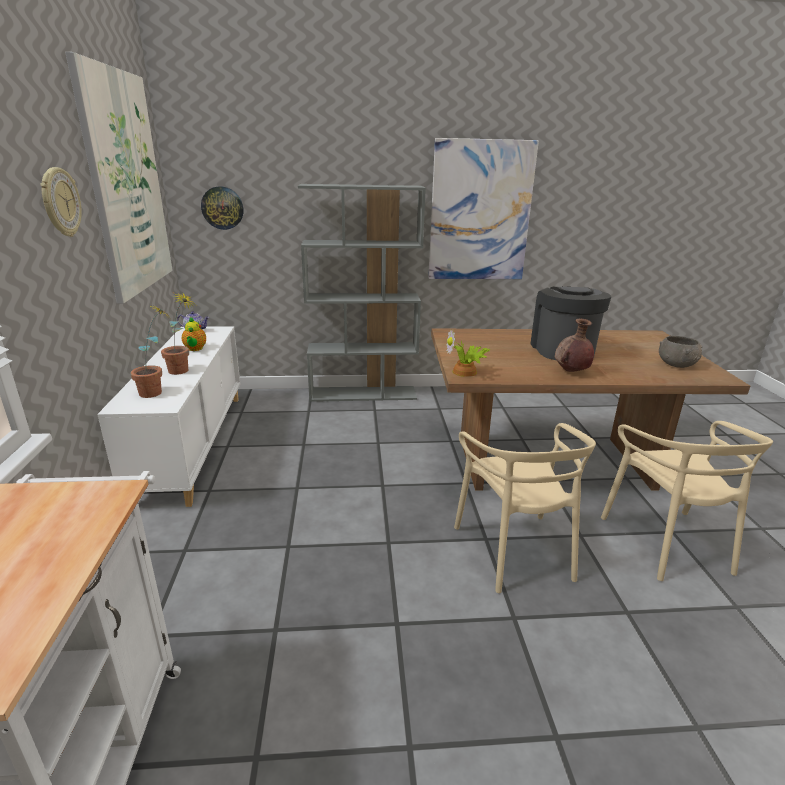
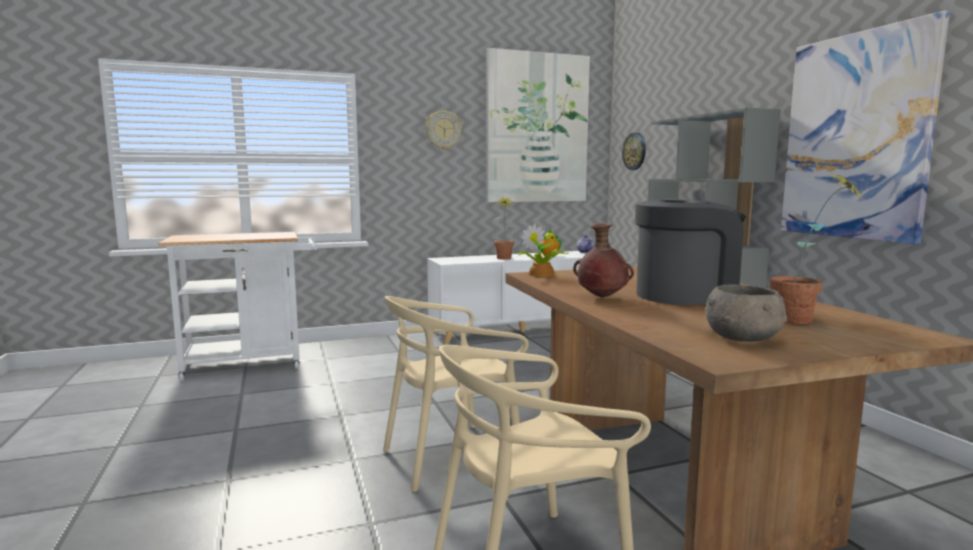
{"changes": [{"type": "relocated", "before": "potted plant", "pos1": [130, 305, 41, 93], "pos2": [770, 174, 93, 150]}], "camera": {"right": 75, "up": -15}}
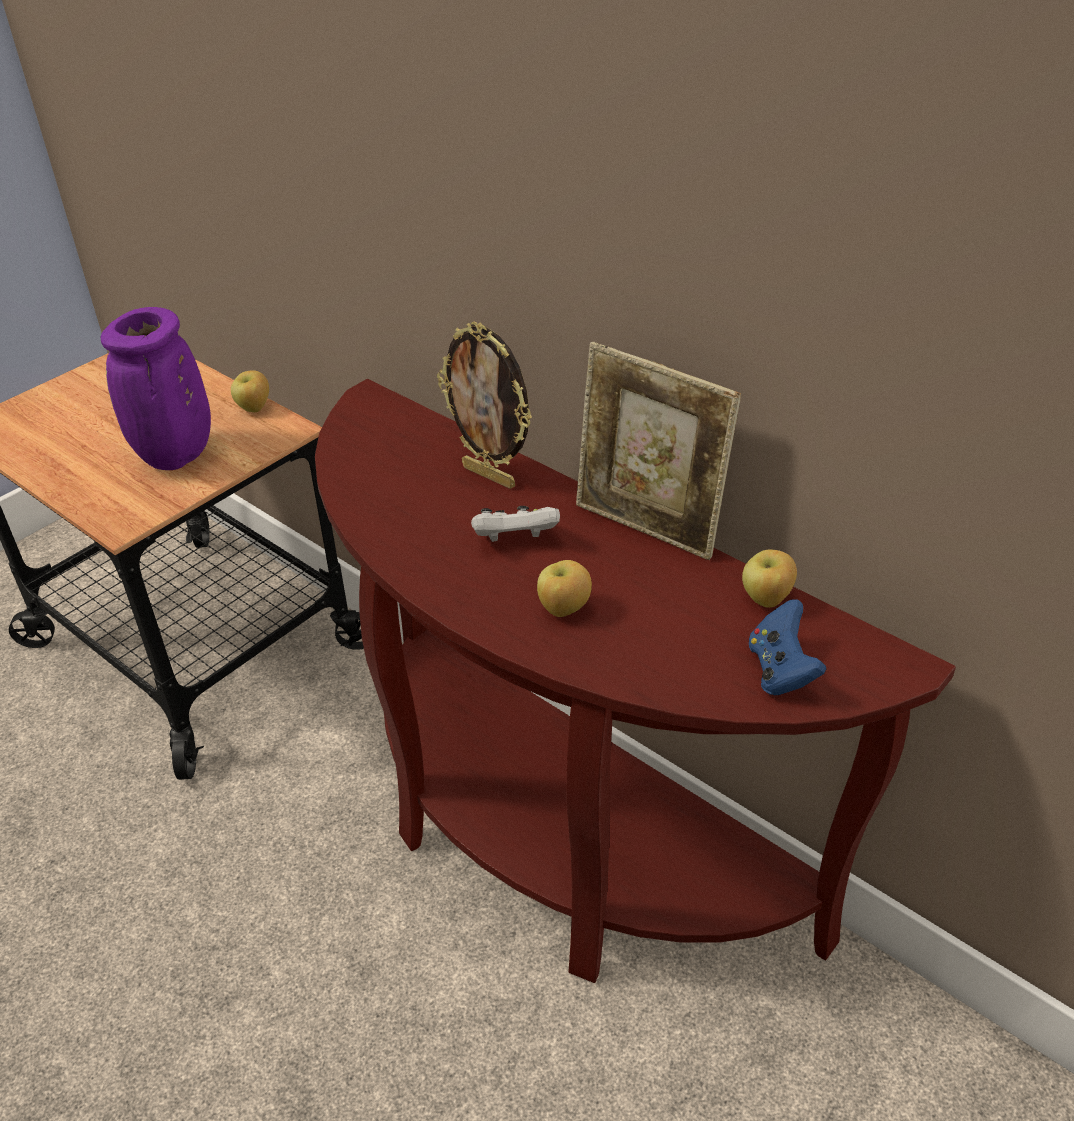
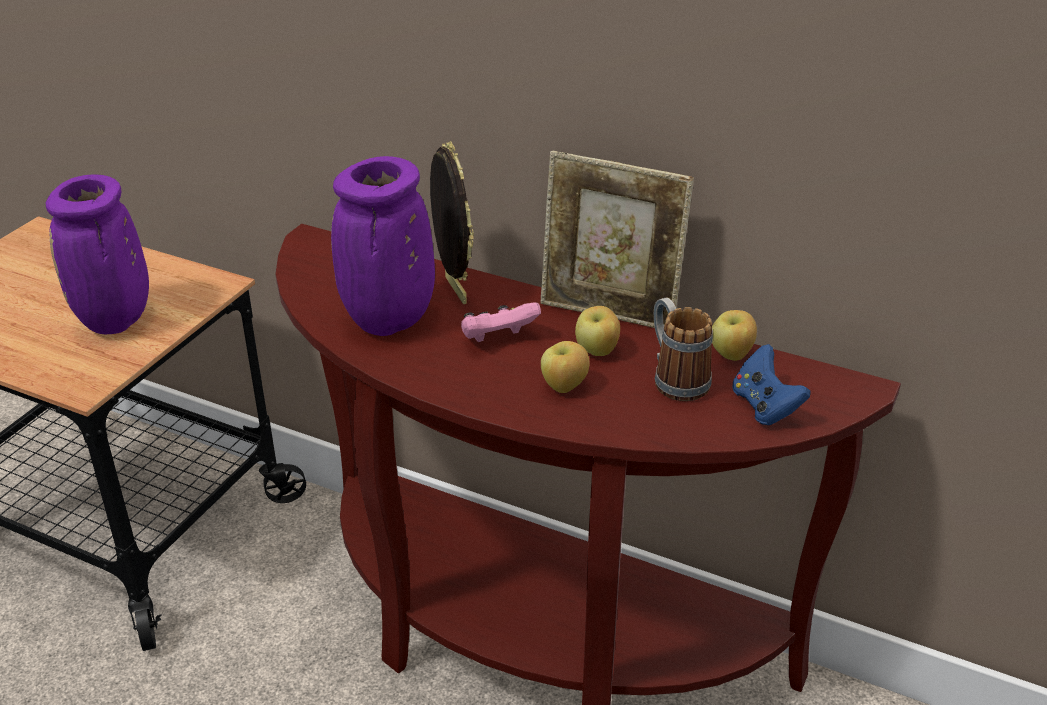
{"changes": [{"type": "appeared", "after": "purple vase", "pos2": [331, 156, 104, 180]}, {"type": "spun", "before": "picture frame", "pos1": [437, 322, 95, 167], "pos2": [430, 141, 44, 163], "turn": -135}, {"type": "colour", "before": "white game controller", "after": "pink game controller", "pos1": [471, 506, 89, 36], "pos2": [461, 302, 80, 40]}, {"type": "relocated", "before": "apple", "pos1": [231, 370, 38, 42], "pos2": [575, 306, 45, 50]}, {"type": "appeared", "after": "mug", "pos2": [654, 298, 59, 103]}], "camera": {"right": -15, "up": -5}}
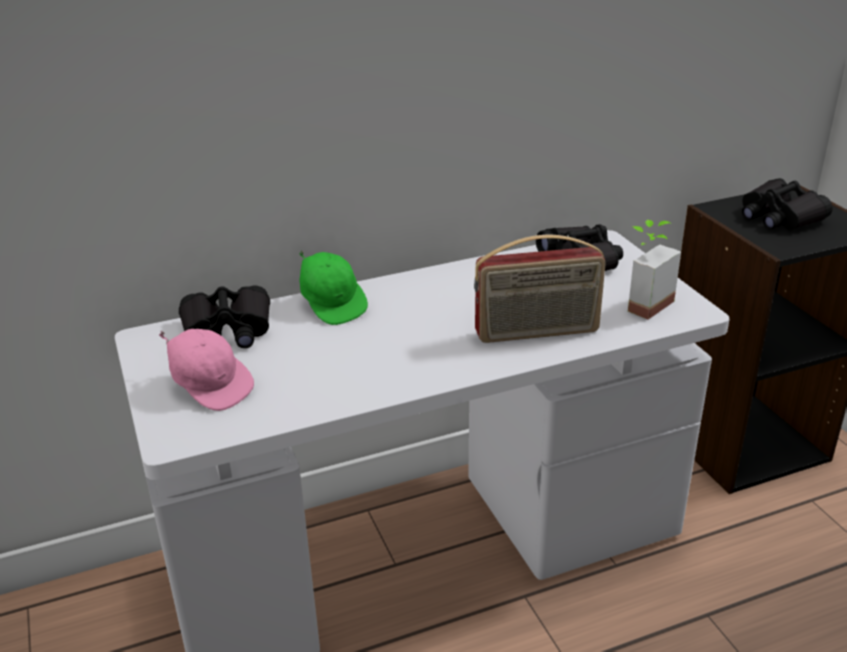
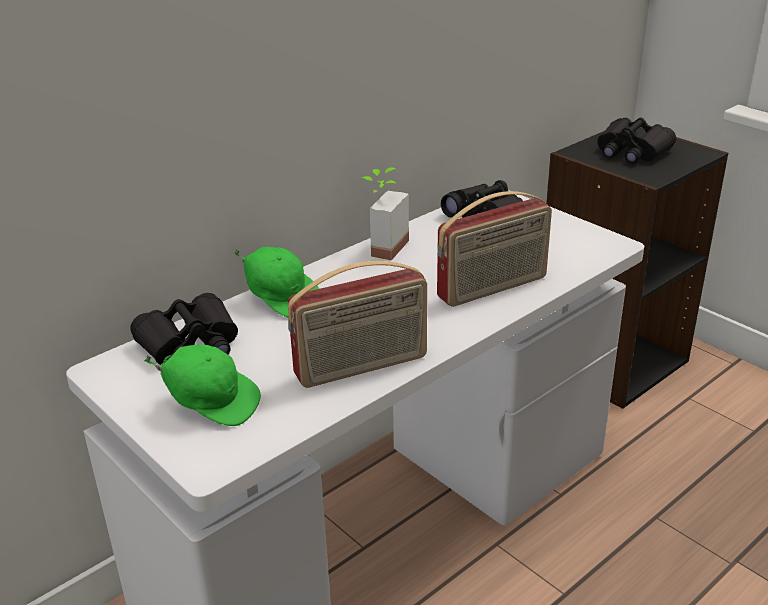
{"changes": [{"type": "colour", "before": "pink cap", "after": "green cap", "pos1": [159, 329, 95, 82], "pos2": [144, 344, 117, 82]}, {"type": "appeared", "after": "radio", "pos2": [287, 261, 140, 127]}, {"type": "relocated", "before": "potted plant", "pos1": [628, 220, 53, 100], "pos2": [361, 167, 48, 93]}], "camera": {"right": -20, "up": 0}}
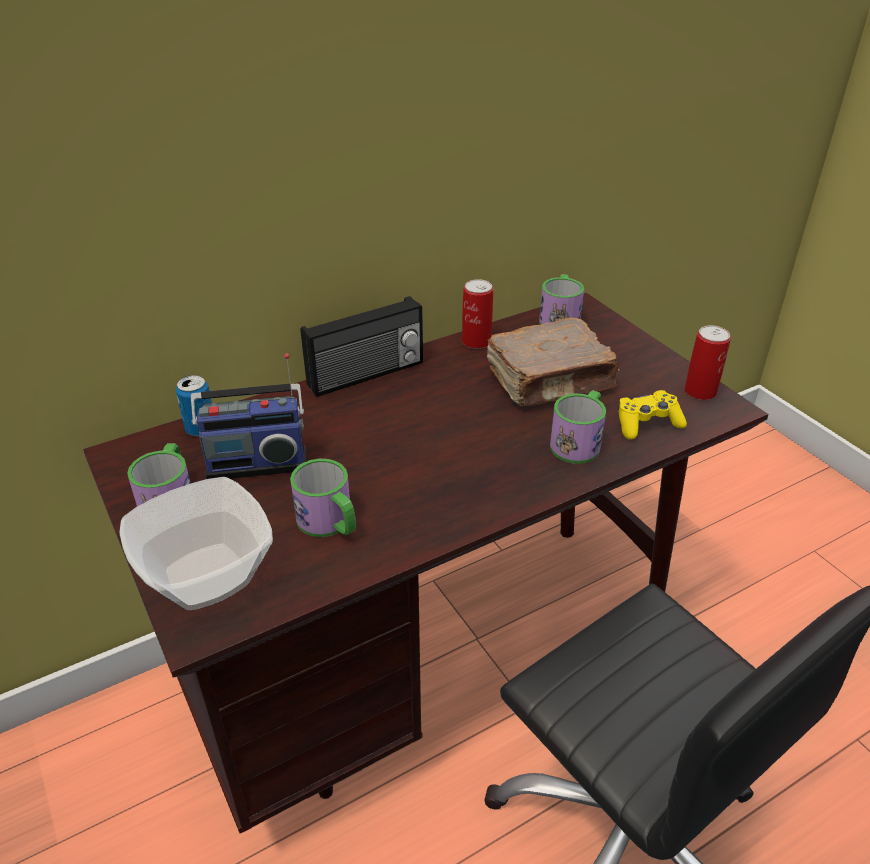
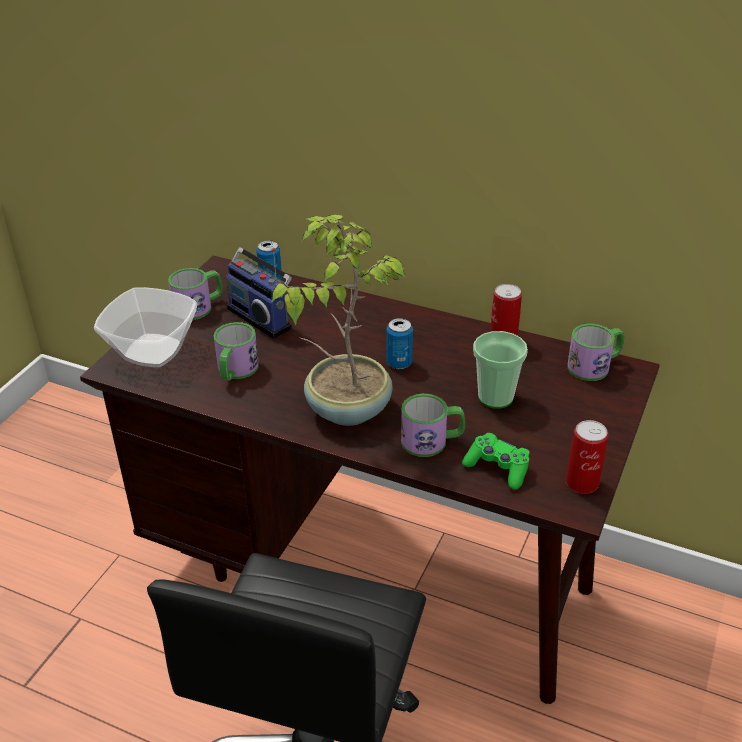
{"changes": [{"type": "appeared", "after": "potted plant", "pos2": [271, 215, 135, 211]}, {"type": "appeared", "after": "can", "pos2": [387, 318, 26, 51]}, {"type": "colour", "before": "yellow game controller", "after": "green game controller", "pos1": [618, 390, 69, 50], "pos2": [462, 433, 68, 57]}, {"type": "exchanged", "before": "brown book", "after": "cup", "pos1": [487, 317, 133, 89], "pos2": [473, 331, 55, 78]}, {"type": "missing", "before": "radio", "pos1": [301, 296, 122, 101]}], "camera": {"right": 55, "up": 0}}
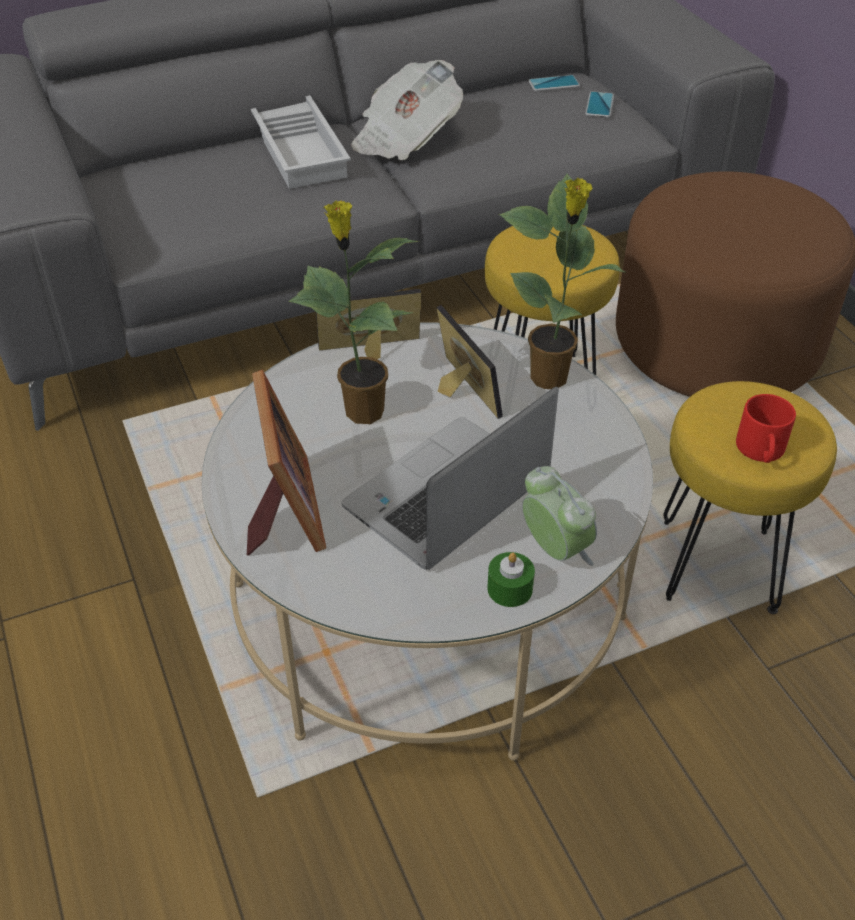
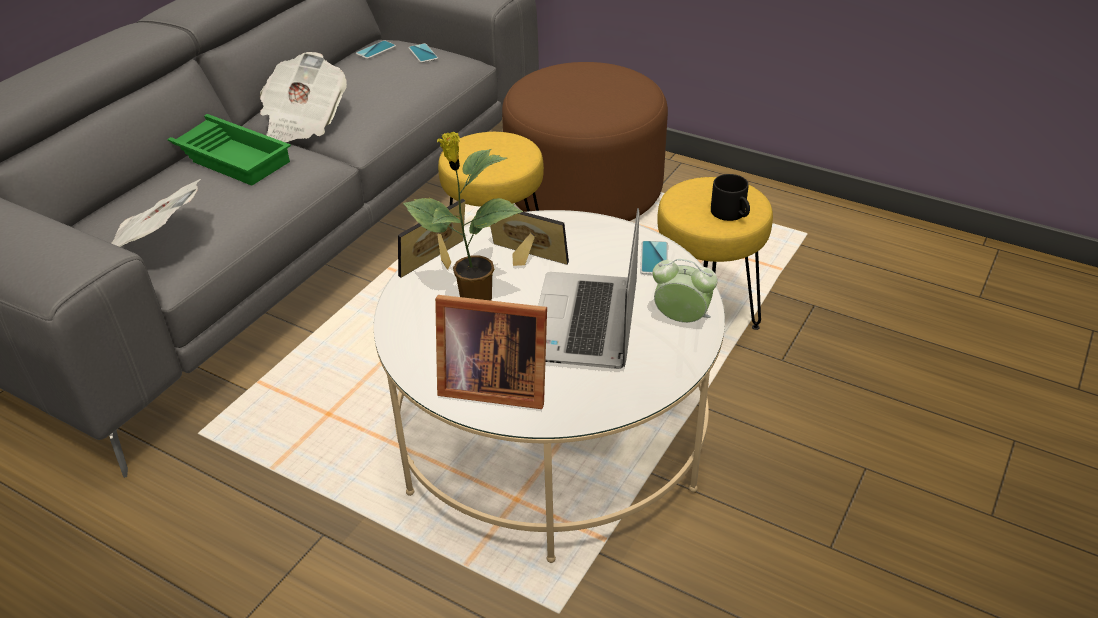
{"changes": [{"type": "appeared", "after": "newspaper", "pos2": [111, 179, 90, 68]}, {"type": "colour", "before": "white tray", "after": "green tray", "pos1": [251, 95, 100, 94], "pos2": [167, 114, 124, 72]}, {"type": "spun", "before": "picture frame", "pos1": [247, 370, 79, 186], "pos2": [435, 295, 112, 114], "turn": 150}, {"type": "appeared", "after": "phone", "pos2": [640, 241, 28, 34]}, {"type": "colour", "before": "red mug", "after": "black mug", "pos1": [736, 394, 60, 69], "pos2": [711, 174, 39, 47]}, {"type": "missing", "before": "green candle", "pos1": [487, 552, 48, 55]}, {"type": "missing", "before": "potted plant", "pos1": [499, 174, 128, 215]}], "camera": {"right": -35, "up": -5}}
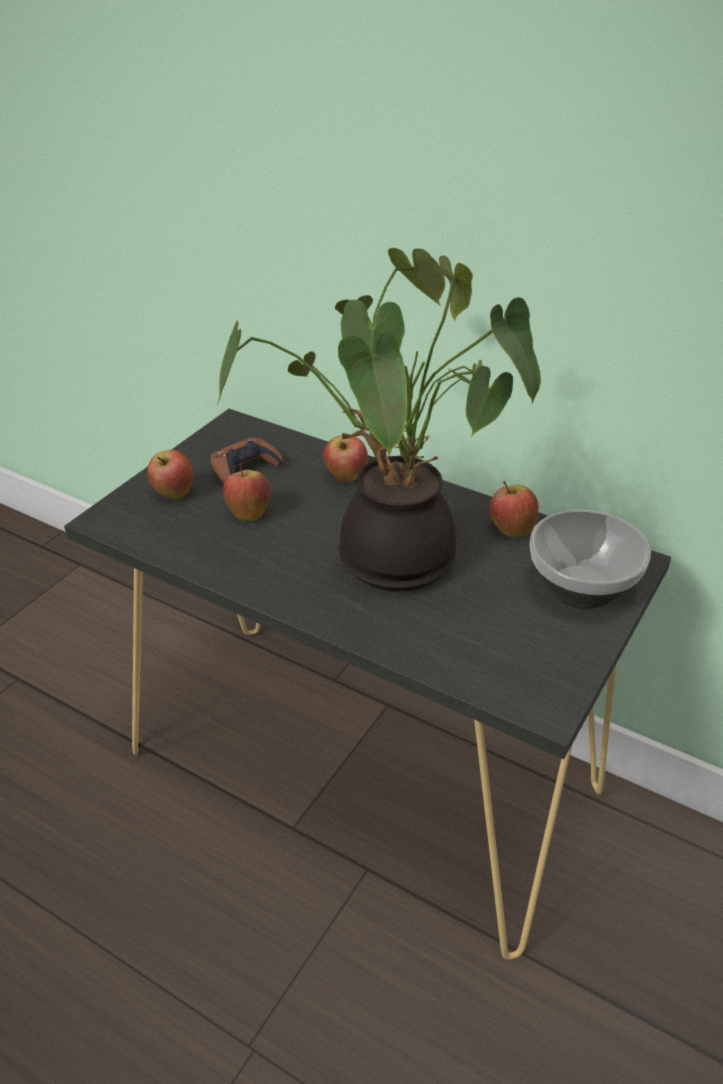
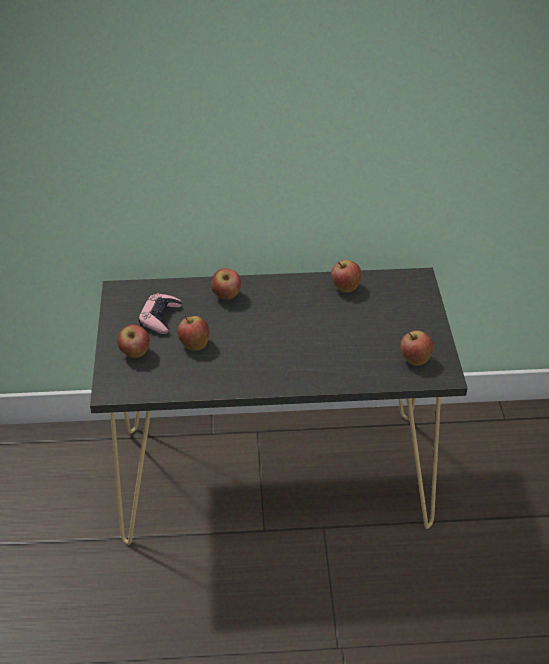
{"changes": [{"type": "colour", "before": "brown game controller", "after": "pink game controller", "pos1": [210, 437, 73, 47], "pos2": [138, 293, 44, 41]}, {"type": "appeared", "after": "apple", "pos2": [400, 330, 34, 36]}, {"type": "missing", "before": "potted plant", "pos1": [217, 248, 324, 343]}, {"type": "missing", "before": "bowl", "pos1": [530, 510, 121, 99]}], "camera": {"right": -35, "up": 5}}
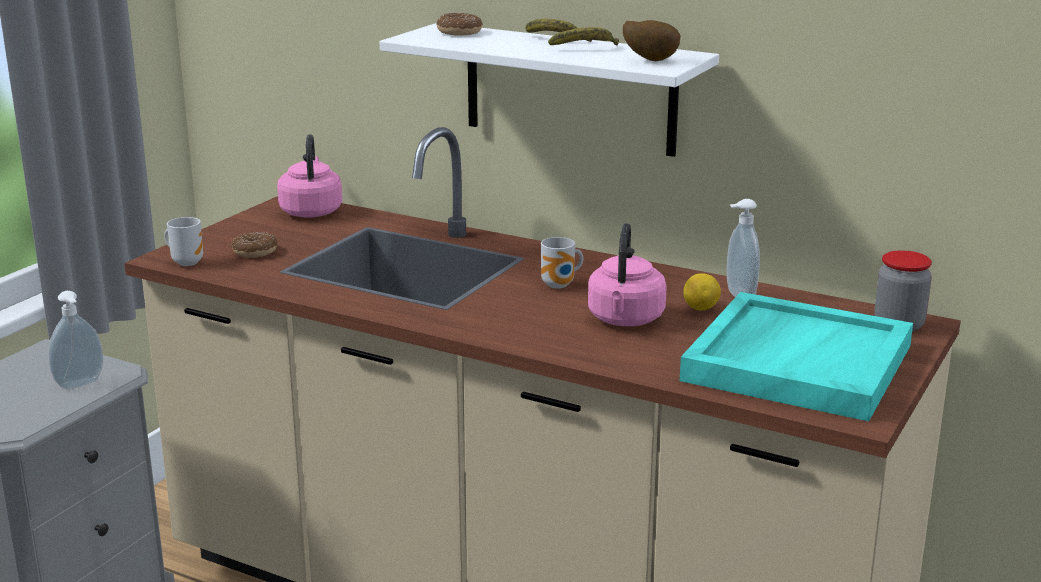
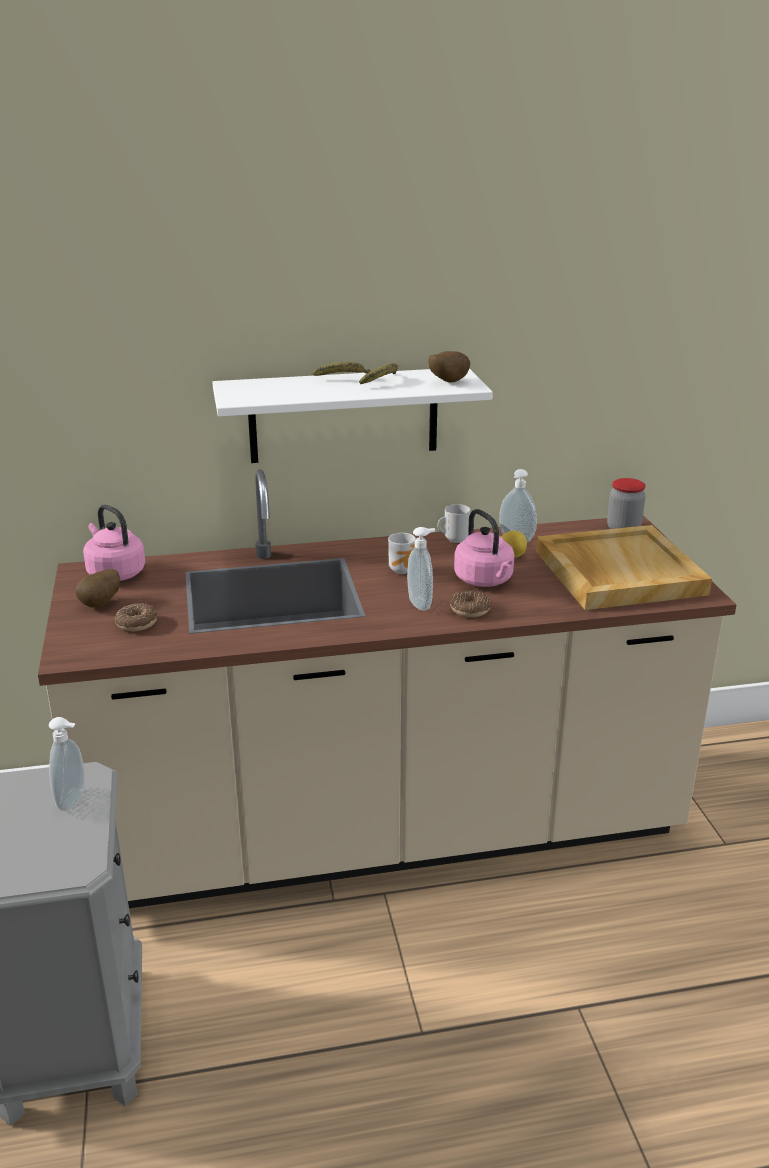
{"changes": [{"type": "appeared", "after": "potato", "pos2": [75, 569, 45, 38]}, {"type": "appeared", "after": "soap dispenser", "pos2": [407, 527, 29, 84]}, {"type": "relocated", "before": "mug", "pos1": [164, 217, 39, 49], "pos2": [438, 504, 33, 39]}, {"type": "relocated", "before": "donut", "pos1": [436, 13, 47, 23], "pos2": [450, 590, 41, 27]}, {"type": "colour", "before": "turquoise tray", "after": "beige tray", "pos1": [680, 292, 233, 129], "pos2": [537, 525, 175, 85]}], "camera": {"right": -40, "up": 5}}
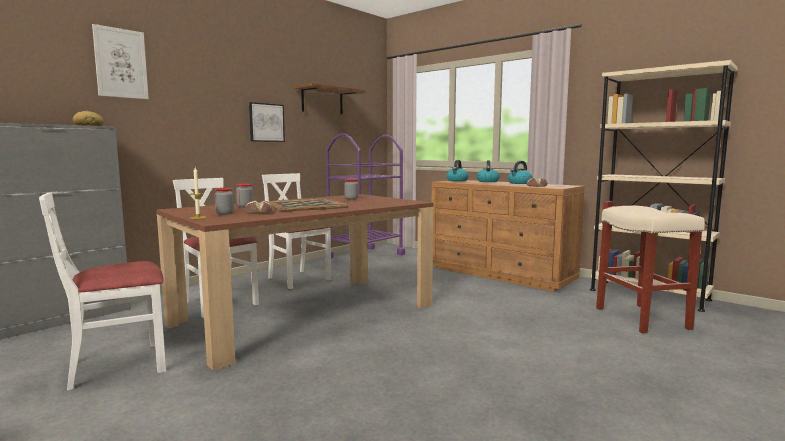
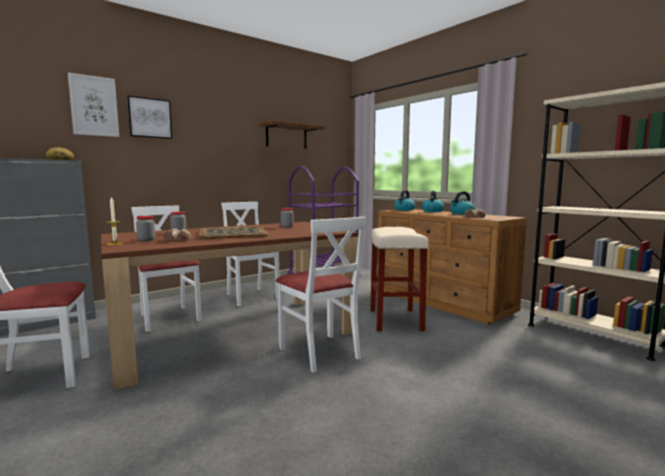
{"changes": [{"type": "relocated", "before": "picture", "pos1": [249, 102, 36, 40], "pos2": [127, 96, 45, 43]}, {"type": "appeared", "after": "white chair", "pos2": [275, 217, 91, 156]}, {"type": "relocated", "before": "beige stool", "pos1": [596, 206, 109, 127], "pos2": [370, 227, 59, 104]}], "camera": {"right": 10, "up": 0}}
